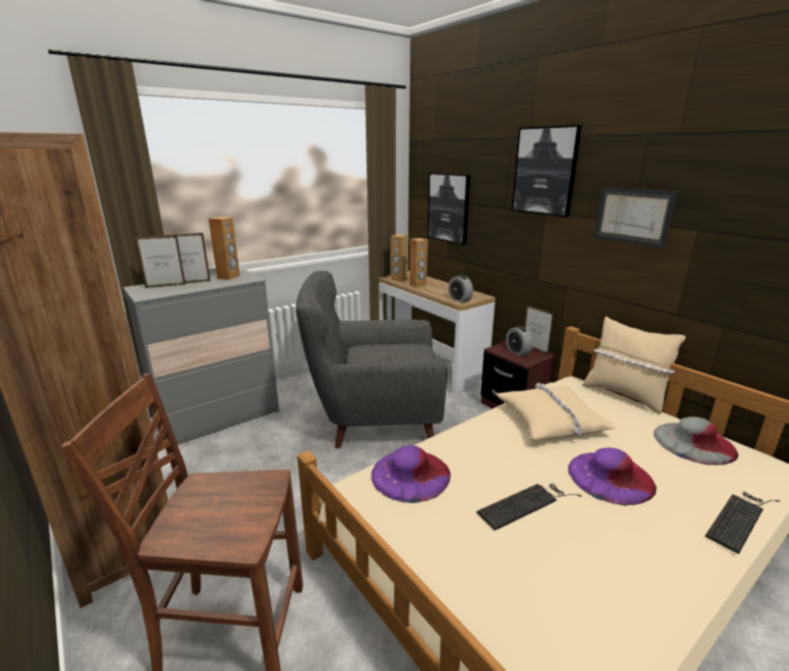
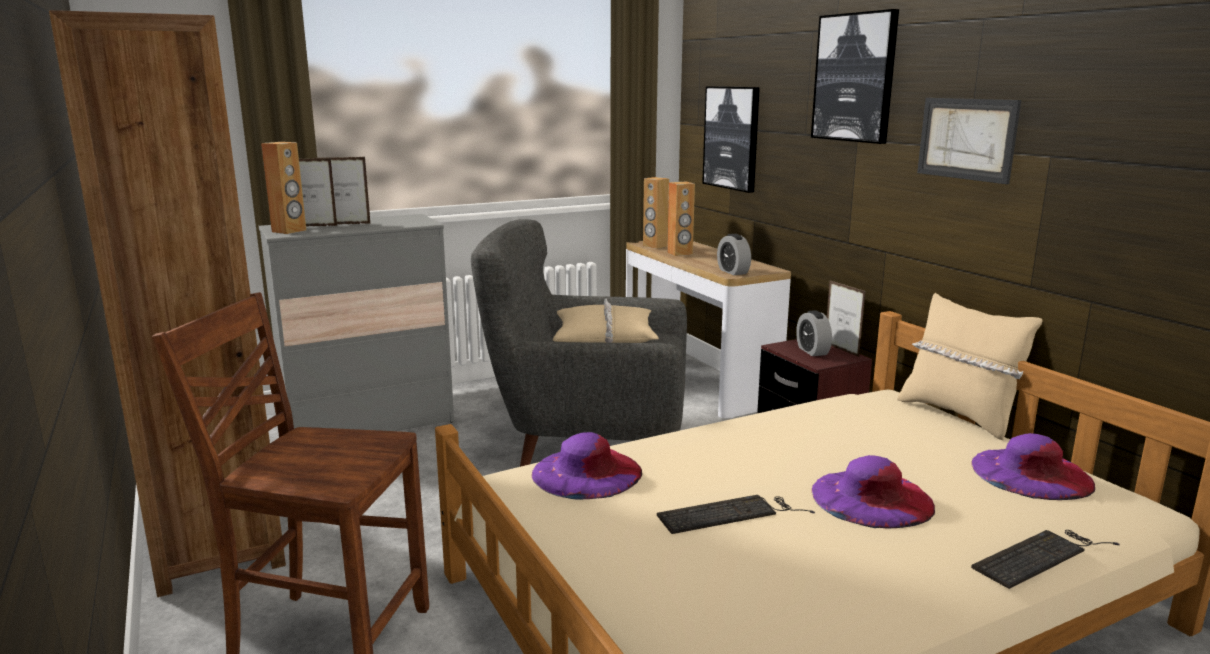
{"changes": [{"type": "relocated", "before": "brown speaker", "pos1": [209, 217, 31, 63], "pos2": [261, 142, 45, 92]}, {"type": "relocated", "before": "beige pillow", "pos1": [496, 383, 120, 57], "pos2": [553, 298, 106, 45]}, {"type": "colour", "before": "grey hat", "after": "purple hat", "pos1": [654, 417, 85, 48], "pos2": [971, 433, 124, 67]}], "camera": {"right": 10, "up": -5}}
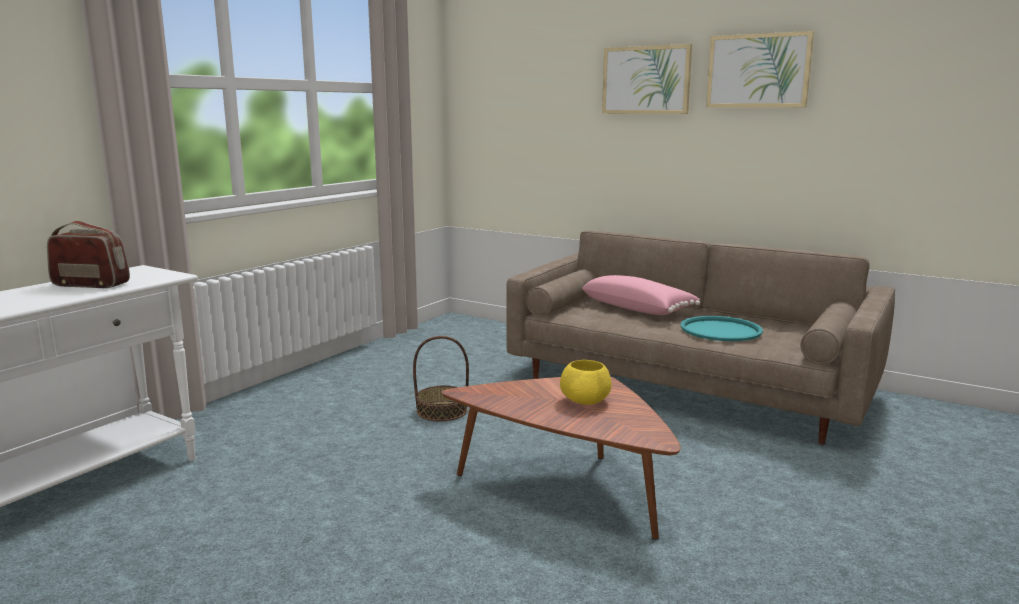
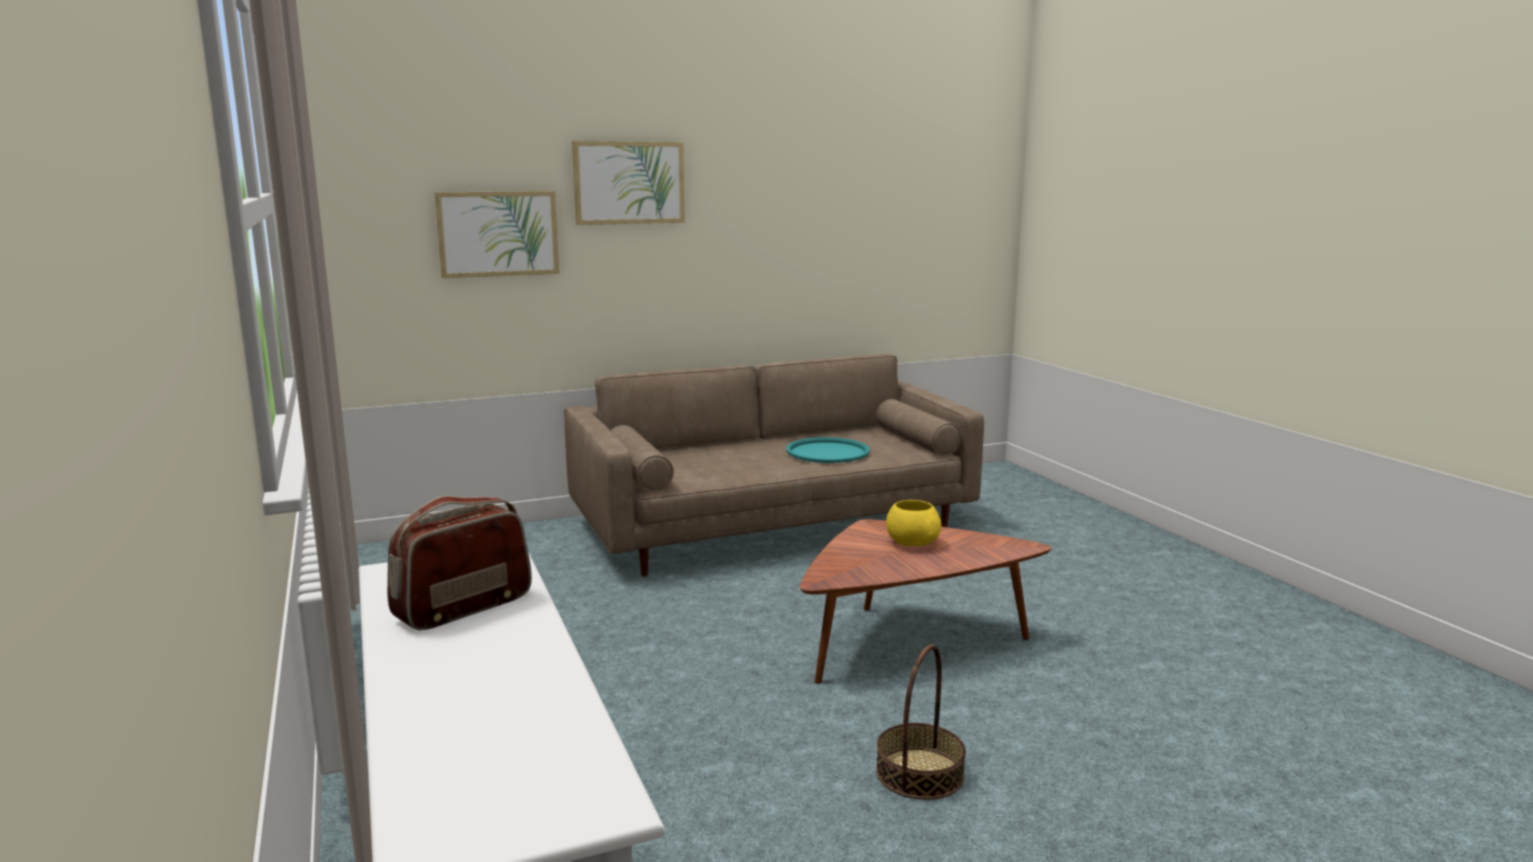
{"changes": [{"type": "relocated", "before": "picture", "pos1": [706, 31, 108, 77], "pos2": [434, 191, 125, 87]}, {"type": "relocated", "before": "basket", "pos1": [413, 336, 56, 86], "pos2": [876, 645, 90, 155]}, {"type": "missing", "before": "pink pillow", "pos1": [582, 275, 118, 40]}], "camera": {"right": -55, "up": 0}}
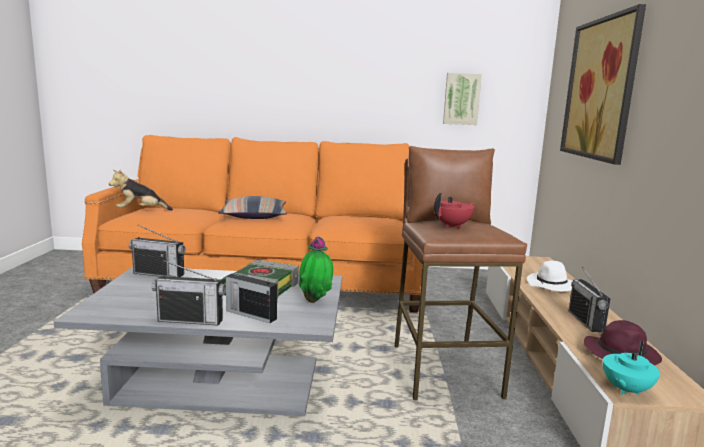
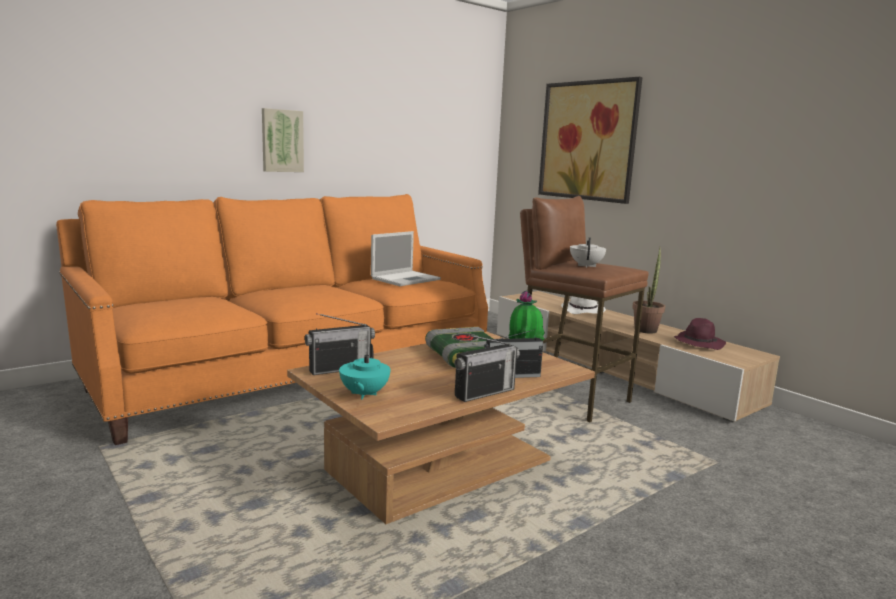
{"changes": [{"type": "relocated", "before": "picture", "pos1": [443, 73, 39, 52], "pos2": [262, 108, 42, 64]}, {"type": "colour", "before": "grey coffee table", "after": "brown coffee table", "pos1": [54, 267, 288, 149], "pos2": [287, 332, 308, 192]}, {"type": "relocated", "before": "turquoise teapot", "pos1": [603, 341, 57, 54], "pos2": [339, 344, 52, 55]}, {"type": "appeared", "after": "laptop", "pos2": [371, 231, 70, 55]}, {"type": "colour", "before": "red teapot", "after": "white teapot", "pos1": [433, 193, 42, 36], "pos2": [570, 237, 36, 31]}, {"type": "exchanged", "before": "radio", "after": "potted plant", "pos1": [569, 267, 41, 65], "pos2": [632, 247, 33, 87]}, {"type": "missing", "before": "plush toy", "pos1": [109, 169, 64, 41]}, {"type": "missing", "before": "pillow", "pos1": [218, 196, 69, 23]}], "camera": {"right": -40, "up": 0}}
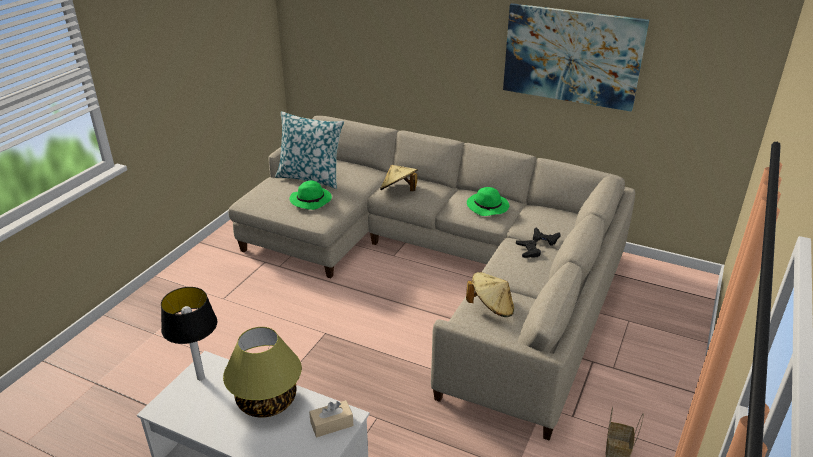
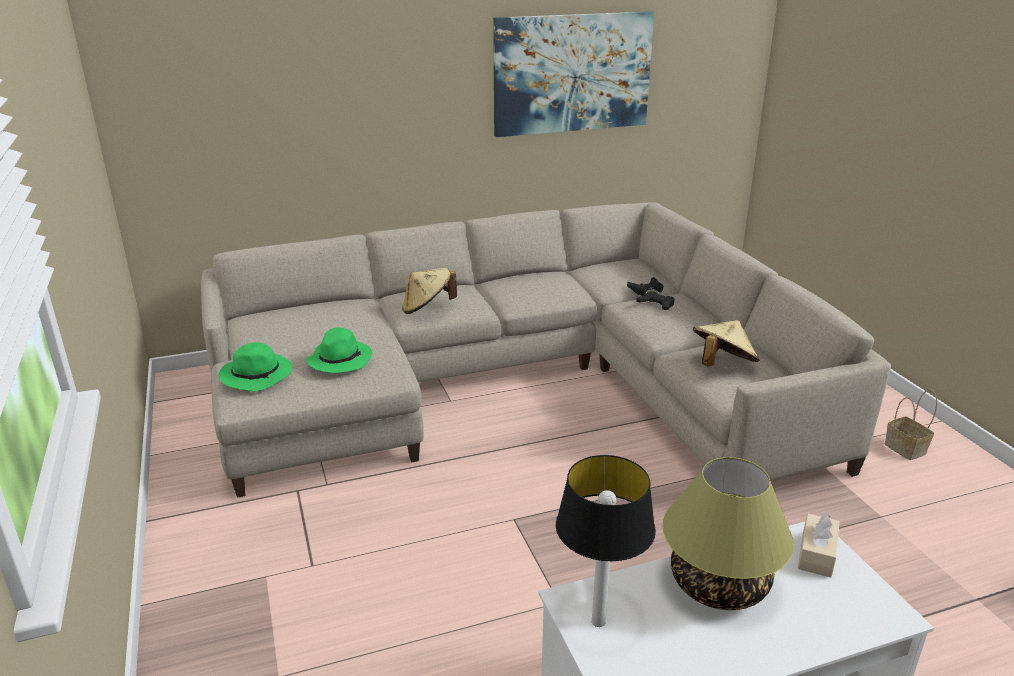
{"changes": [{"type": "relocated", "before": "green hat", "pos1": [467, 187, 42, 29], "pos2": [218, 342, 74, 49]}, {"type": "missing", "before": "pillow", "pos1": [275, 111, 69, 78]}], "camera": {"right": -45, "up": -5}}
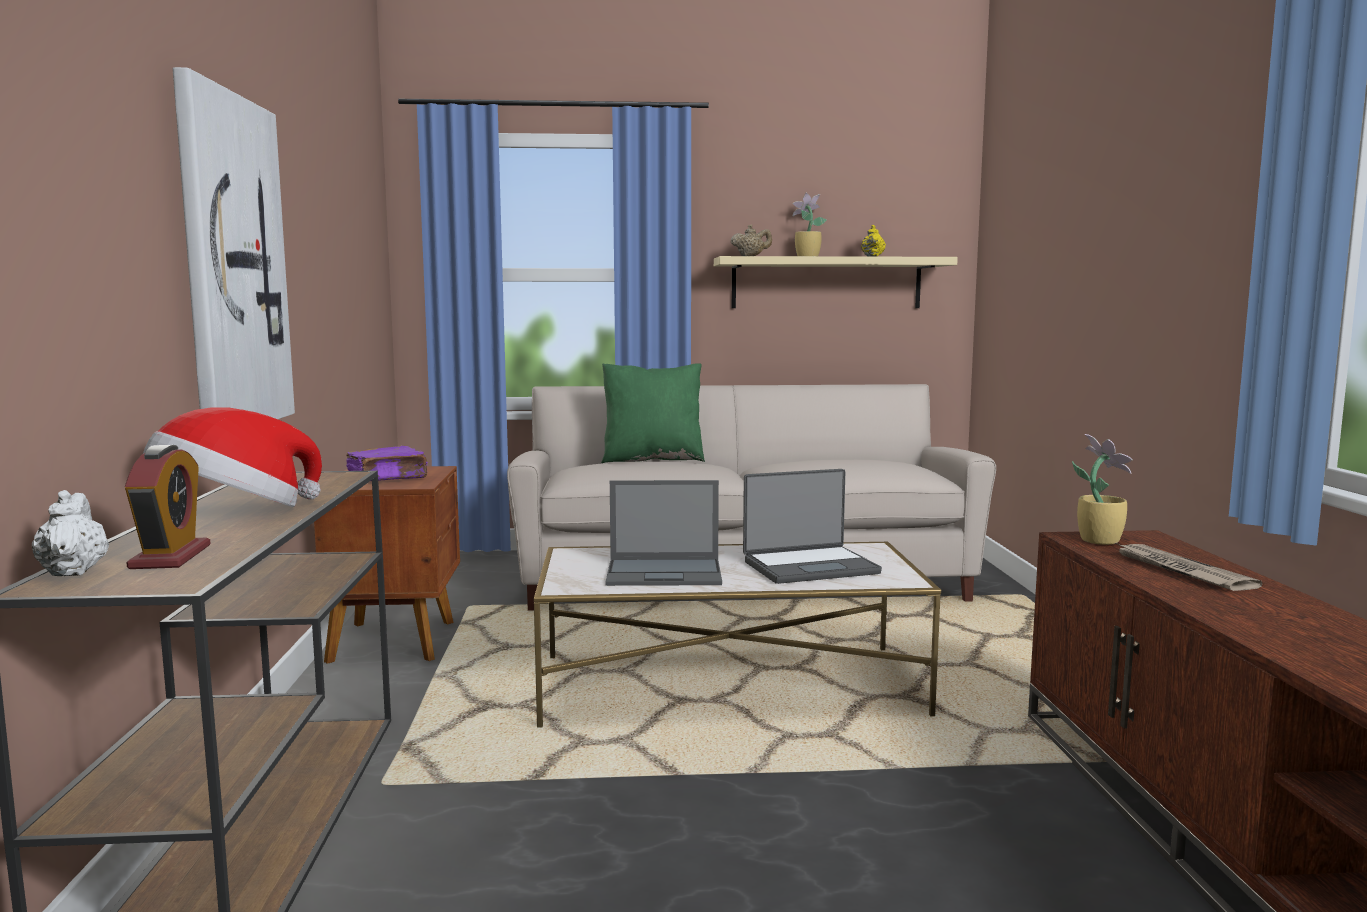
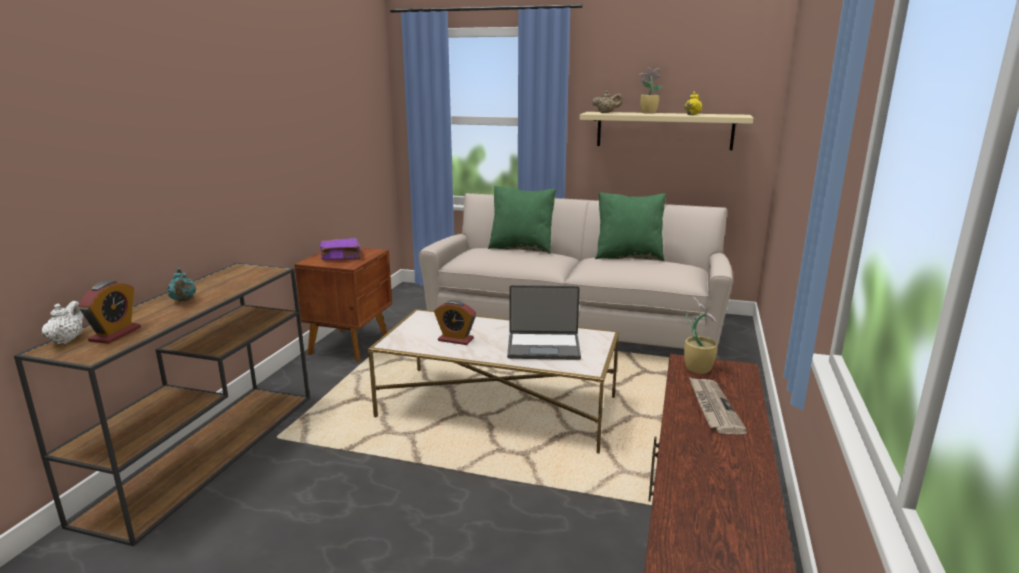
{"changes": [{"type": "exchanged", "before": "hat", "after": "turquoise teapot", "pos1": [143, 407, 179, 100], "pos2": [167, 268, 29, 33]}, {"type": "exchanged", "before": "laptop", "after": "alarm clock", "pos1": [605, 480, 117, 106], "pos2": [434, 300, 42, 45]}, {"type": "appeared", "after": "green pillow", "pos2": [595, 192, 71, 69]}, {"type": "missing", "before": "picture", "pos1": [172, 67, 123, 352]}], "camera": {"right": 20, "up": 10}}
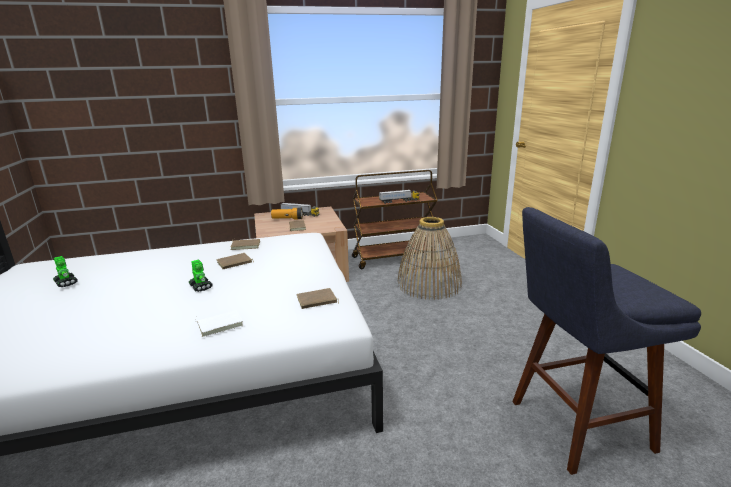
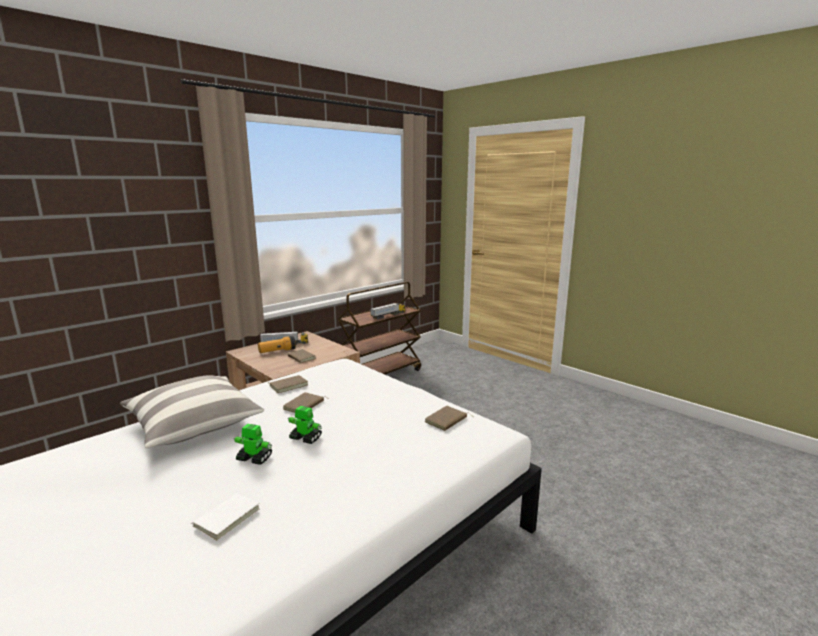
{"changes": [{"type": "appeared", "after": "pillow", "pos2": [120, 375, 144, 73]}, {"type": "relocated", "before": "white book", "pos1": [195, 311, 48, 26], "pos2": [186, 493, 74, 48]}, {"type": "relocated", "before": "toy robot", "pos1": [53, 256, 25, 32], "pos2": [234, 424, 38, 41]}, {"type": "missing", "before": "basket", "pos1": [397, 217, 65, 83]}, {"type": "missing", "before": "blue stool", "pos1": [512, 207, 189, 268]}], "camera": {"right": -30, "up": -5}}
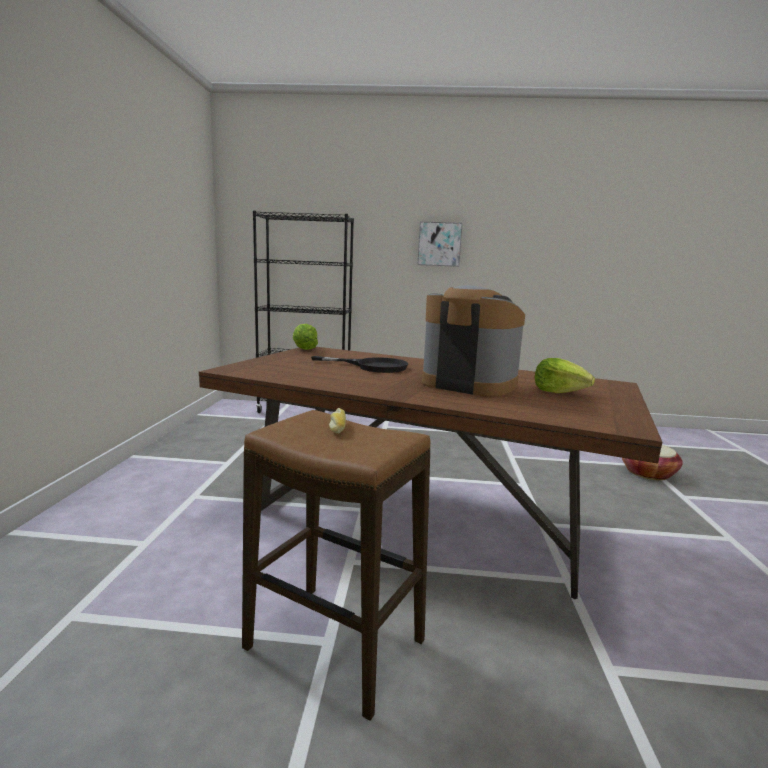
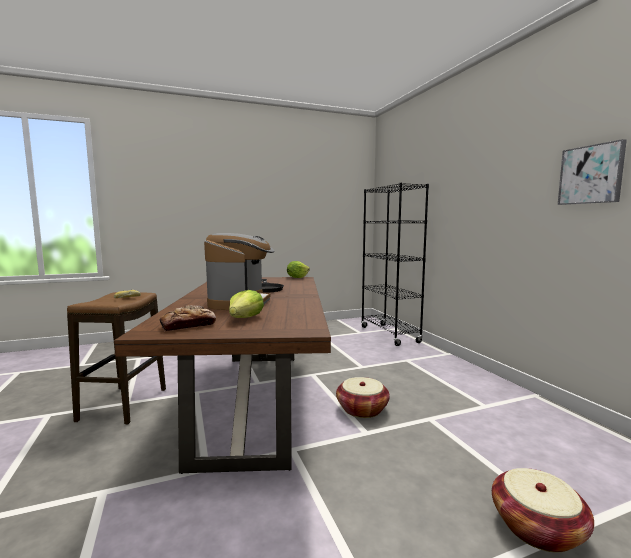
{"changes": [{"type": "appeared", "after": "bread", "pos2": [159, 305, 57, 26]}, {"type": "appeared", "after": "basket", "pos2": [336, 377, 54, 41]}, {"type": "relocated", "before": "picture", "pos1": [418, 221, 45, 46], "pos2": [558, 139, 69, 66]}], "camera": {"right": 65, "up": -5}}
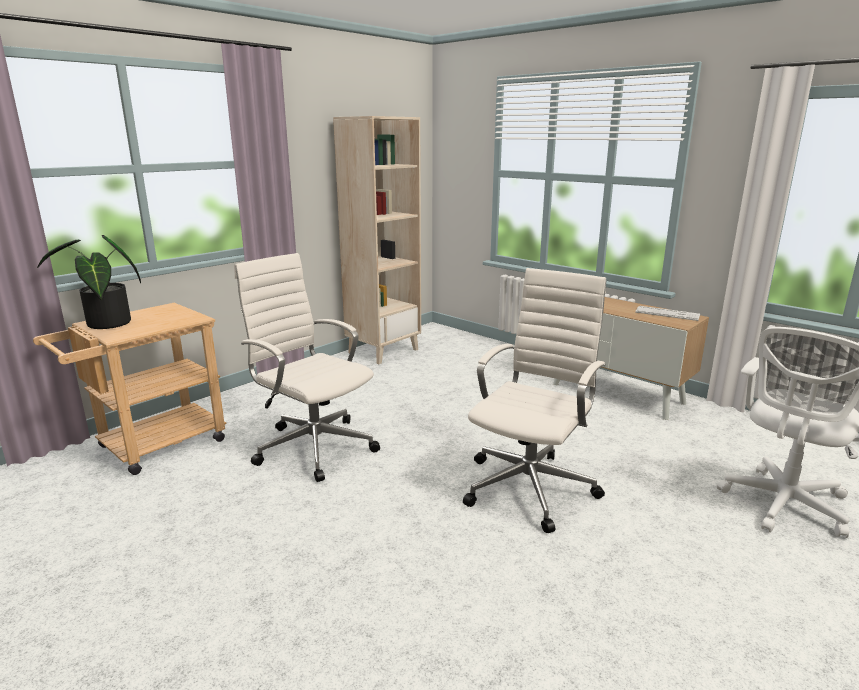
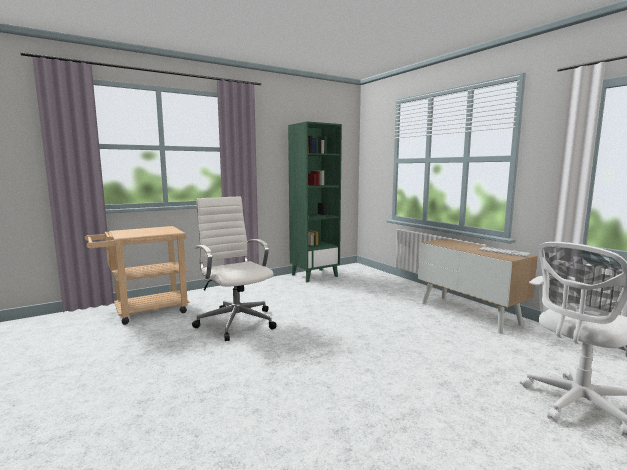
{"changes": [{"type": "colour", "before": "beige bookcase", "after": "green bookcase", "pos1": [333, 116, 88, 248], "pos2": [288, 121, 54, 161]}, {"type": "missing", "before": "potted plant", "pos1": [37, 235, 104, 94]}, {"type": "missing", "before": "white office chair", "pos1": [463, 268, 144, 265]}], "camera": {"right": 15, "up": -10}}
